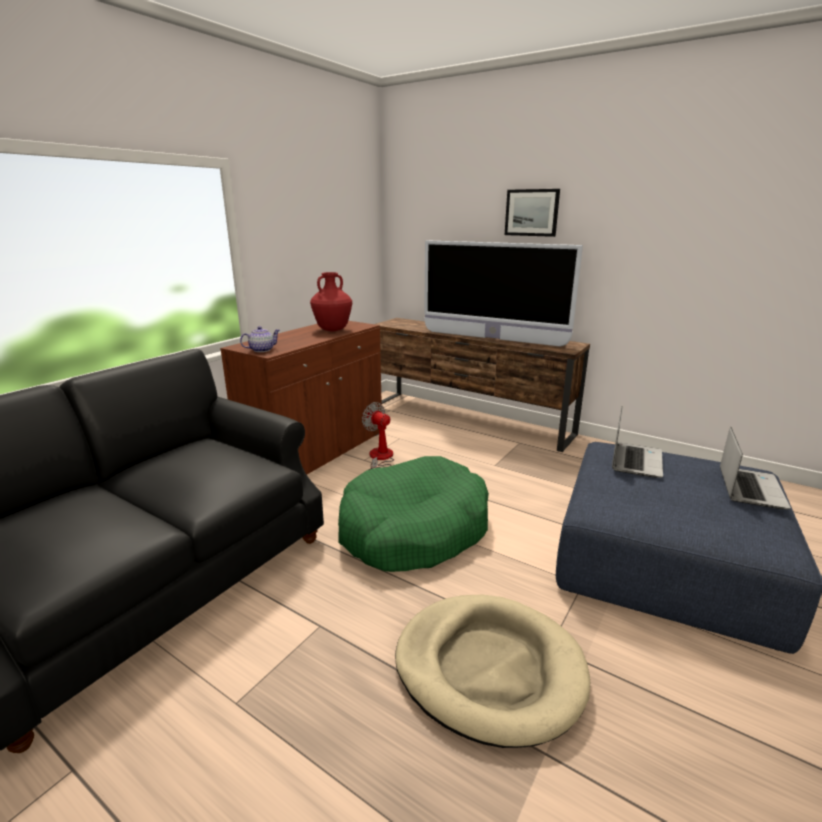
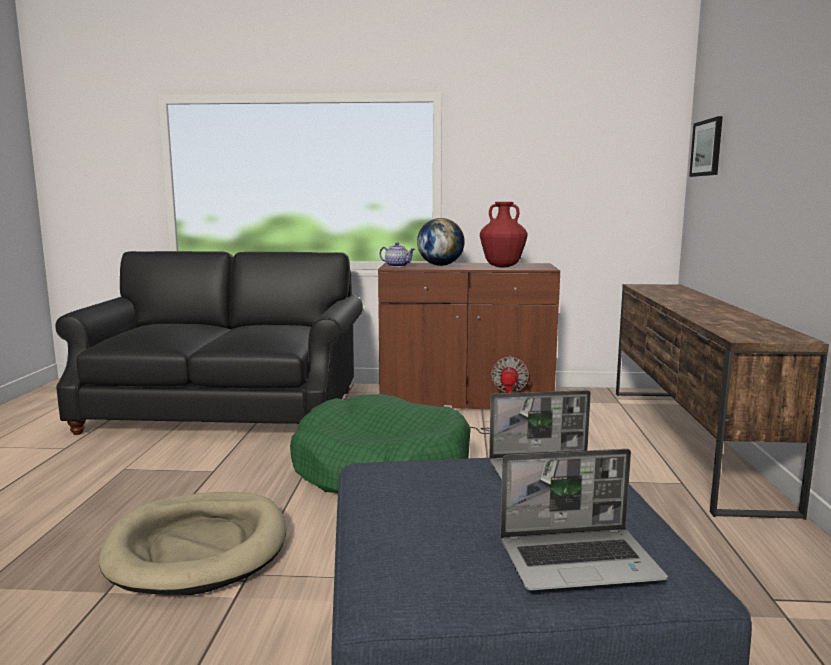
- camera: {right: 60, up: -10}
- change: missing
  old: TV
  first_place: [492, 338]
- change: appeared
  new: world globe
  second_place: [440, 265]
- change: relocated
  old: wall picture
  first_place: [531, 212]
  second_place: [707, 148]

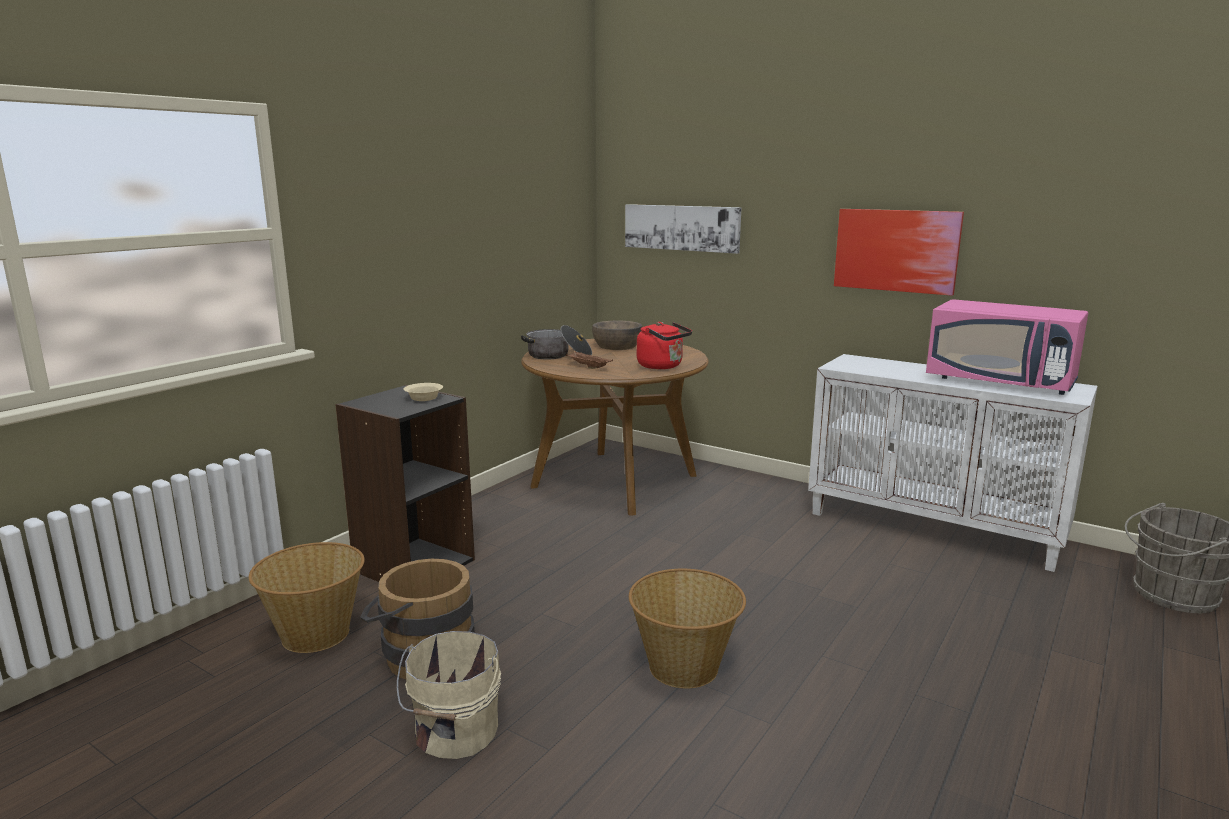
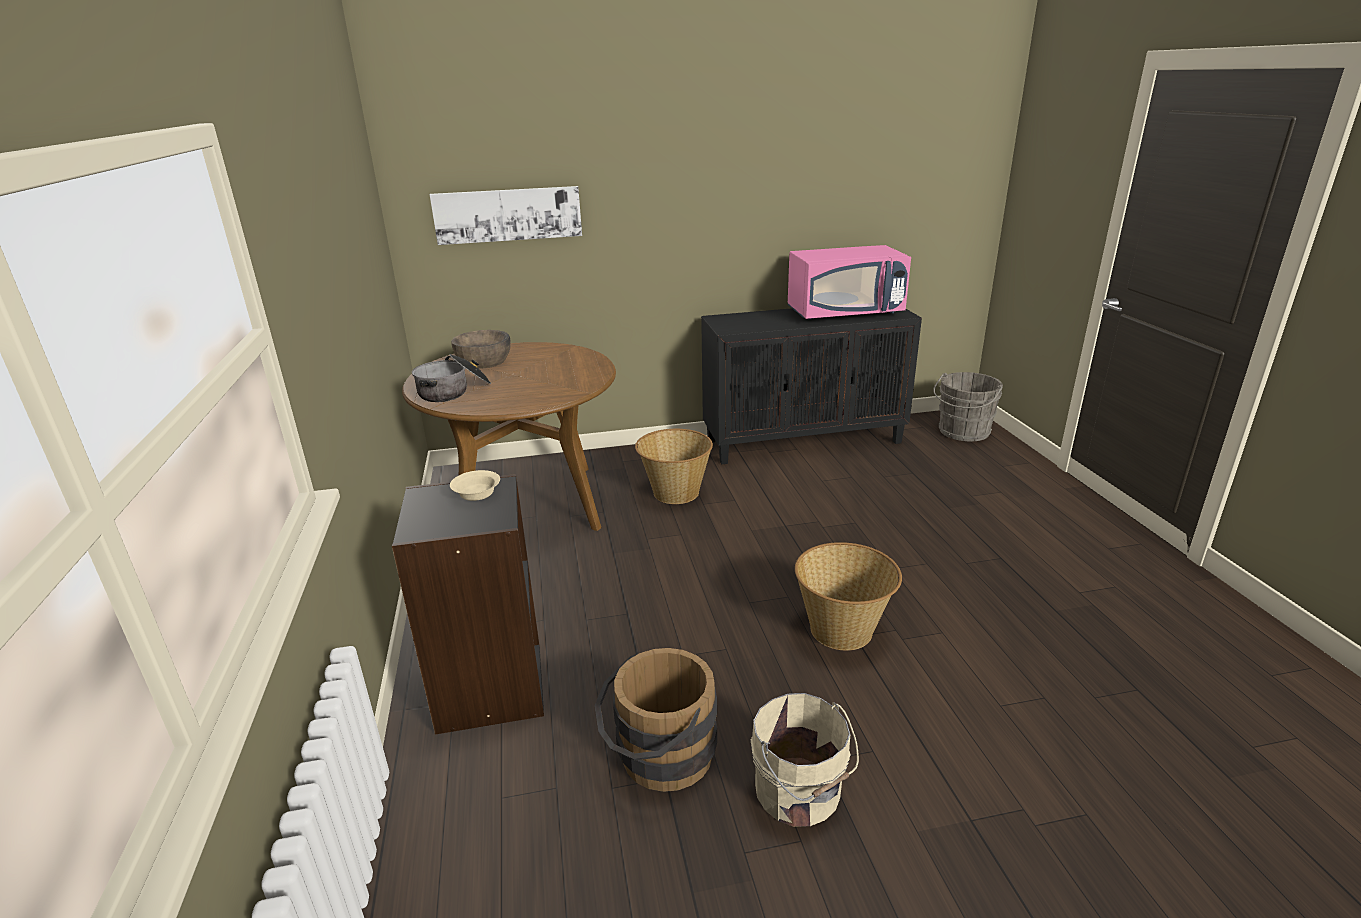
- camera: {right: -45, up: 10}
- change: missing
  old: carrying tray/brown
  first_place: [588, 367]
- change: missing
  old: water kettle/red-coloured
  first_place: [662, 366]
- change: missing
  old: wall picture
  first_place: [896, 250]
- change: relocated
  old: storage basket
  first_place: [316, 633]
  second_place: [675, 492]
- change: colour
  old: storage cabinet/white
  new: storage cabinet/black
  first_place: [934, 528]
  second_place: [804, 441]

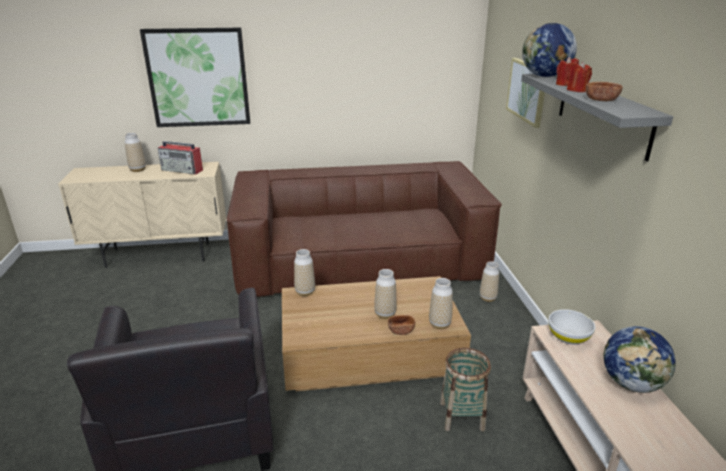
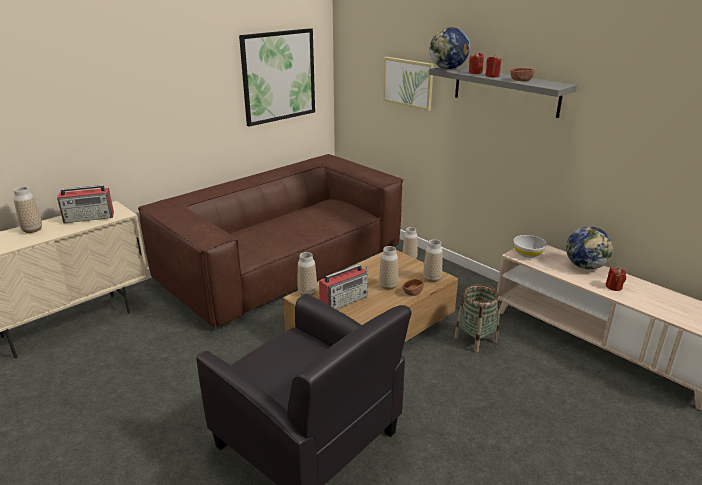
- camera: {right: -35, up: 0}
- change: appeared
  new: radio set
  second_place: [344, 300]
- change: appeared
  new: candle/red-coloured
  second_place: [614, 287]
- change: relocated
  old: wall picture
  first_place: [198, 78]
  second_place: [278, 76]

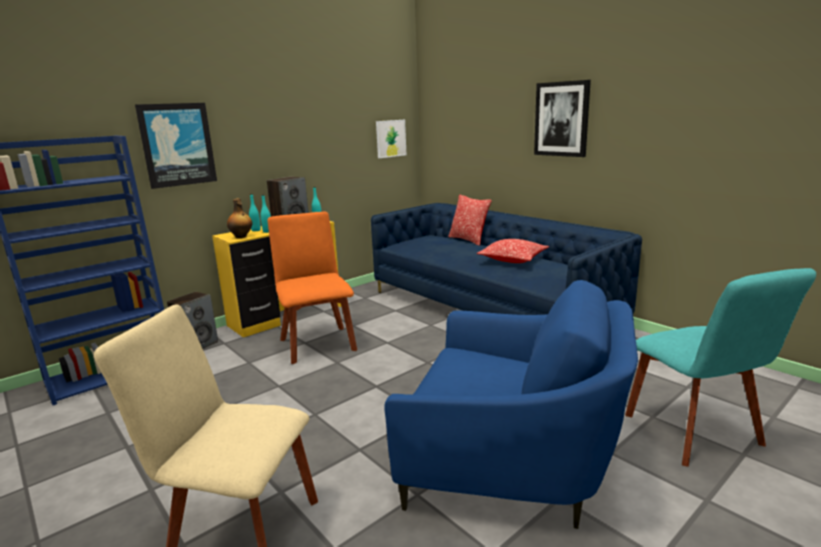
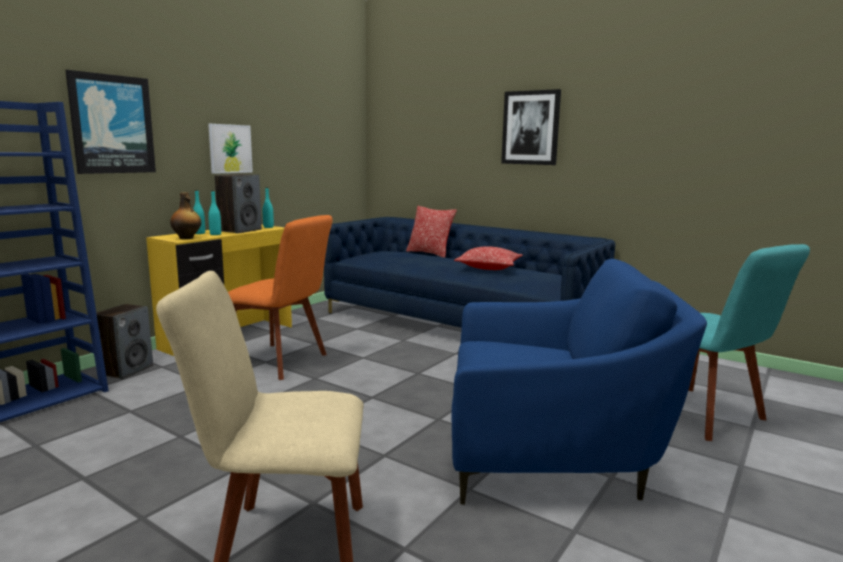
- camera: {right: -15, up: -5}
- change: relocated
  old: wall picture
  first_place: [390, 138]
  second_place: [230, 149]
- change: spun
  old: chair/orange
  first_place: [317, 343]
  second_place: [281, 361]
  degrees: 150

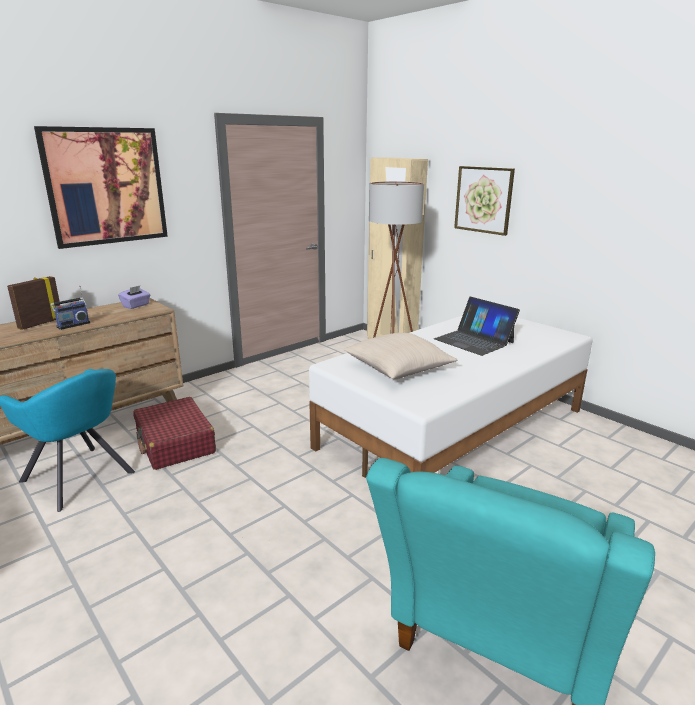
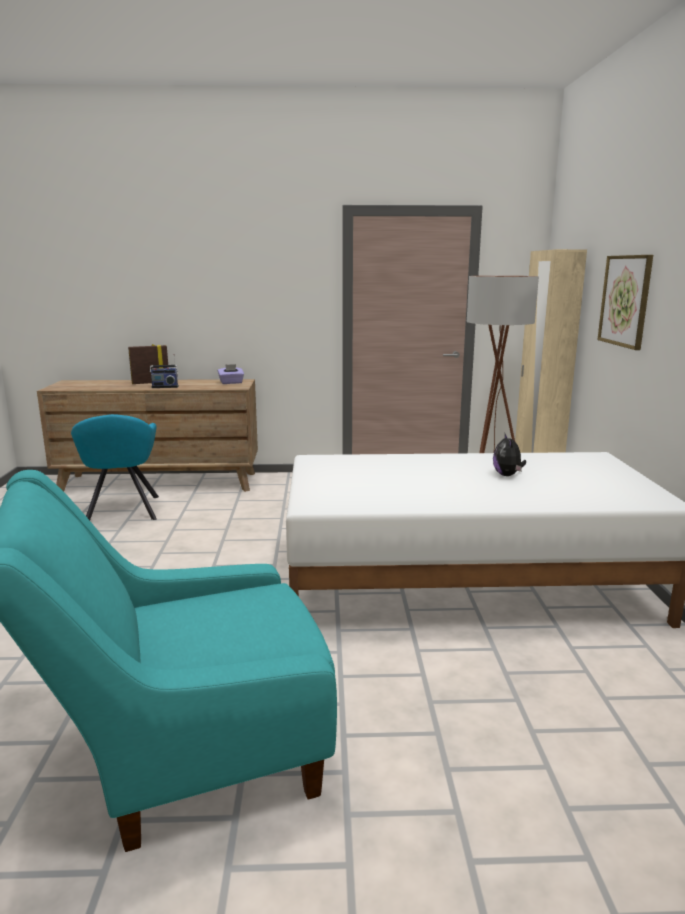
- camera: {right: 40, up: -5}
- change: missing
  old: wall picture
  first_place: [106, 186]
- change: missing
  old: suitcase/red-coloured
  first_place: [175, 443]
- change: missing
  old: throw pillow/beige
  first_place: [398, 369]
- change: exchanged
  old: portable computer
  new: soft toy
  first_place: [474, 341]
  second_place: [507, 475]

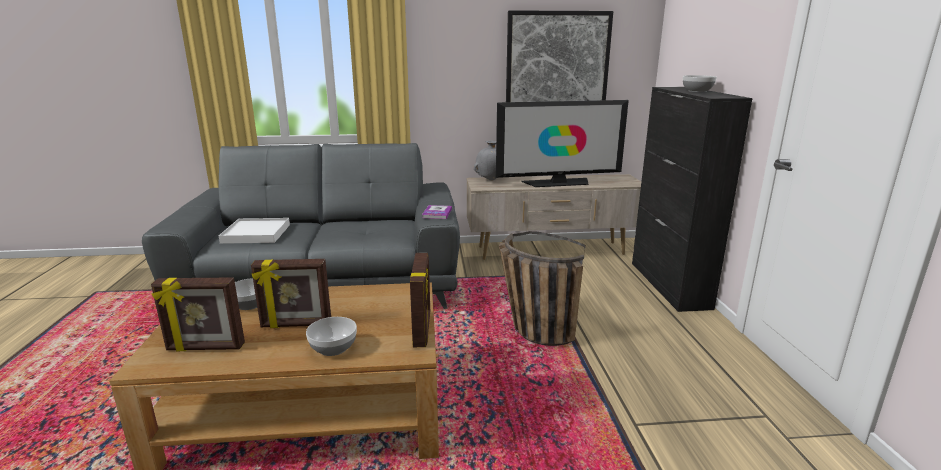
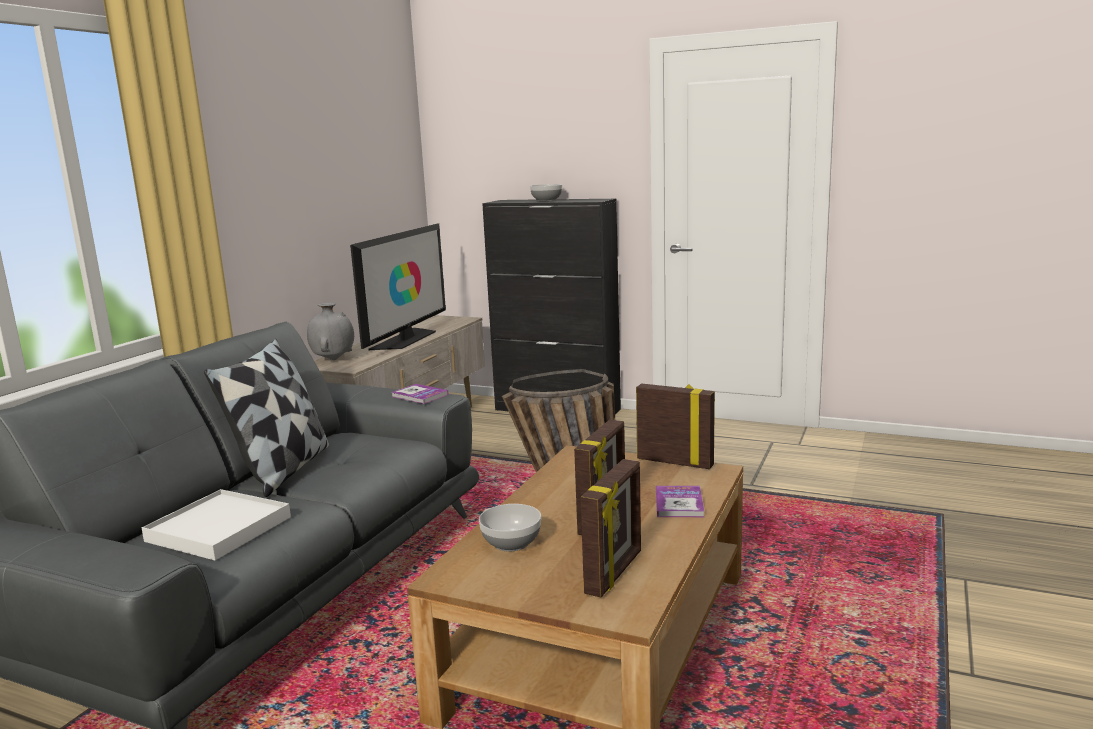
- camera: {right: -60, up: -5}
- change: missing
  old: wall picture
  first_place: [557, 66]
- change: appeared
  new: throw pillow
  second_place: [283, 470]
- change: exchanged
  old: bowl
  new: book
  first_place: [334, 348]
  second_place: [679, 503]

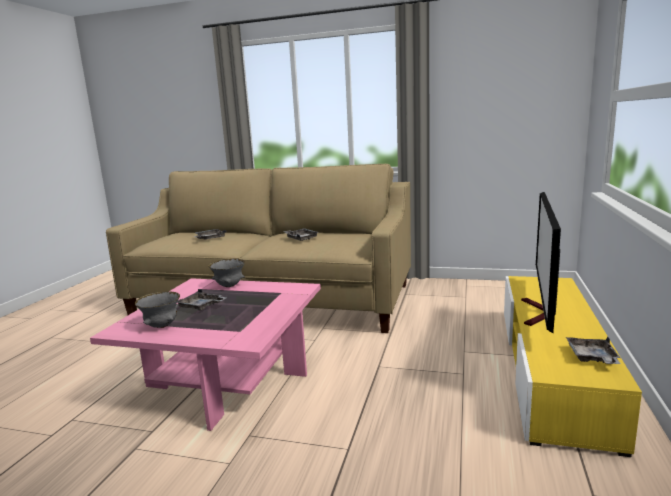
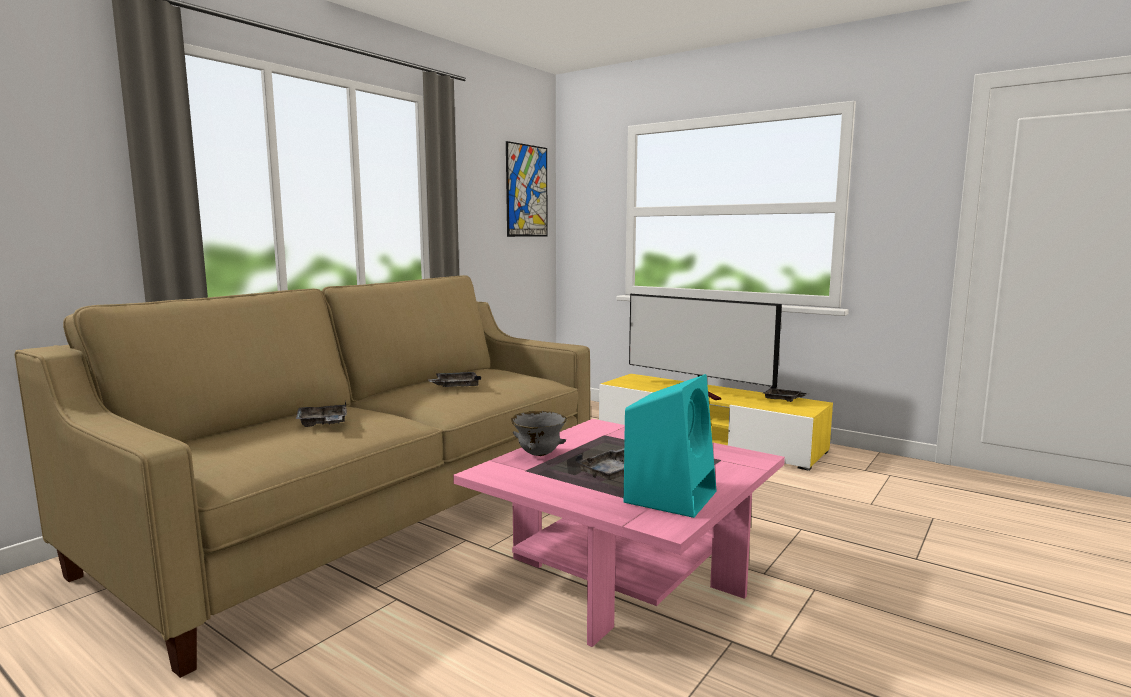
- camera: {right: -70, up: -5}
- change: appeared
  new: wall picture
  second_place: [526, 191]
- change: exchanged
  old: bowl/gray
  new: loudspeaker/turquoise-coloured
  first_place: [162, 326]
  second_place: [671, 496]

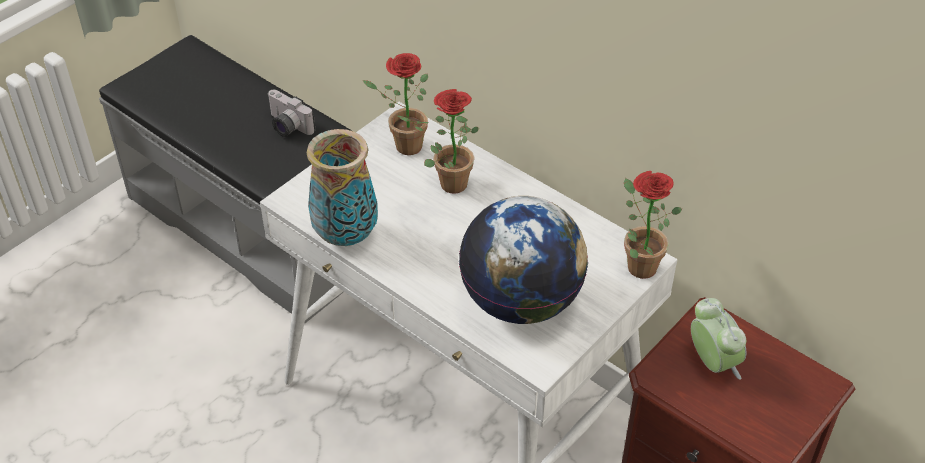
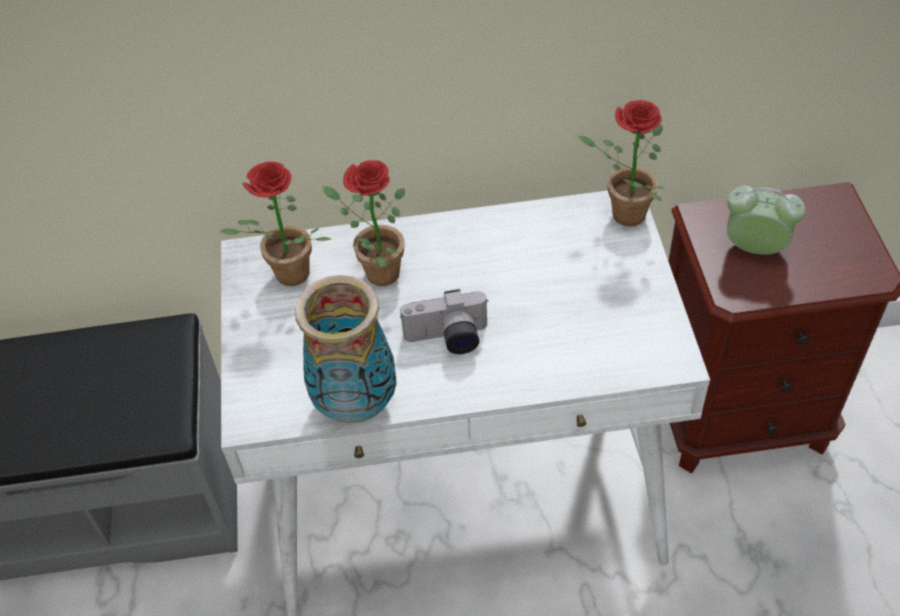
- camera: {right: -45, up: 5}
- change: missing
  old: world globe
  first_place: [521, 302]
- change: relocated
  old: still camera
  first_place: [287, 127]
  second_place: [448, 339]

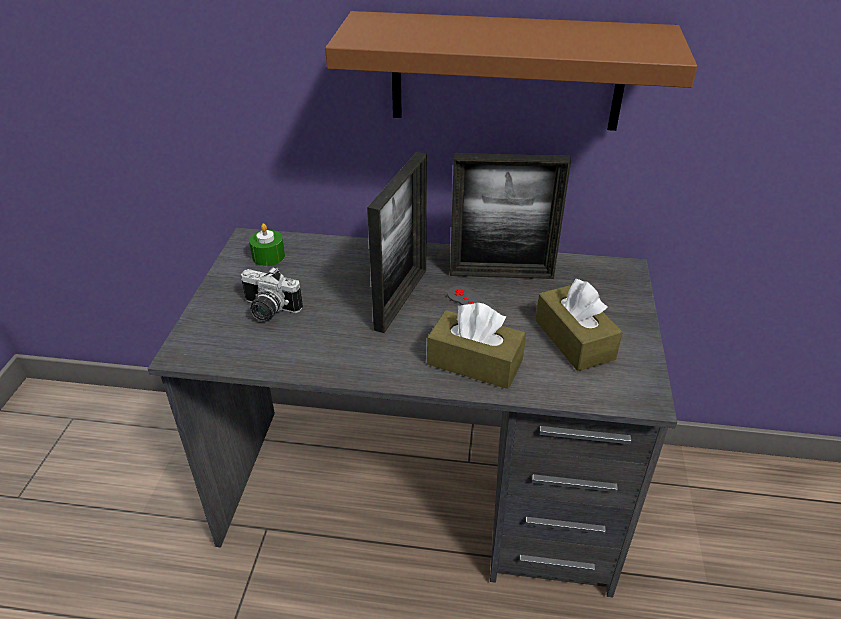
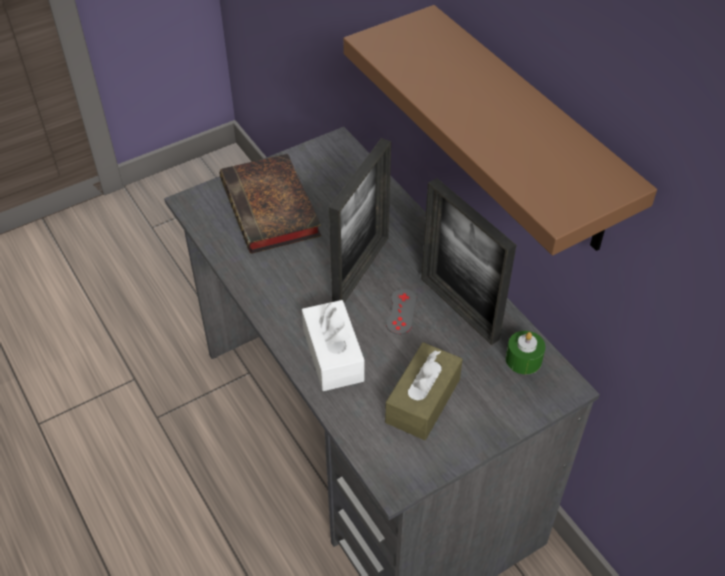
- camera: {right: 50, up: 10}
- change: relocated
  old: candle/green-coloured
  first_place: [268, 256]
  second_place: [523, 359]
- change: exchanged
  old: still camera
  new: book
  first_place: [268, 311]
  second_place: [272, 210]
- change: colour
  old: tissue box/brown
  new: tissue box/white
  first_place: [475, 362]
  second_place: [333, 355]
- change: spun
  old: standing frame
  first_place: [401, 299]
  second_place: [361, 269]
  degrees: -45

